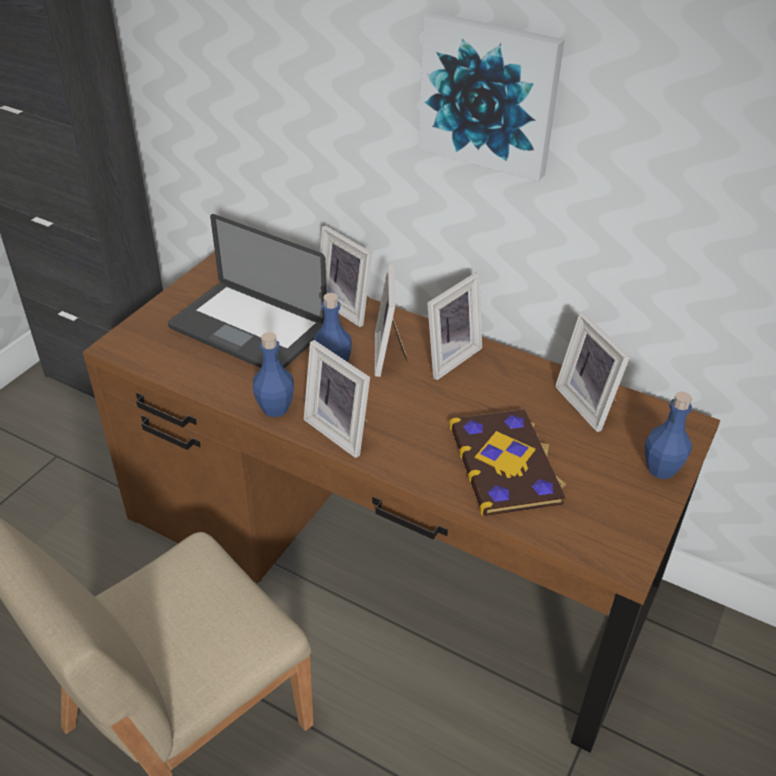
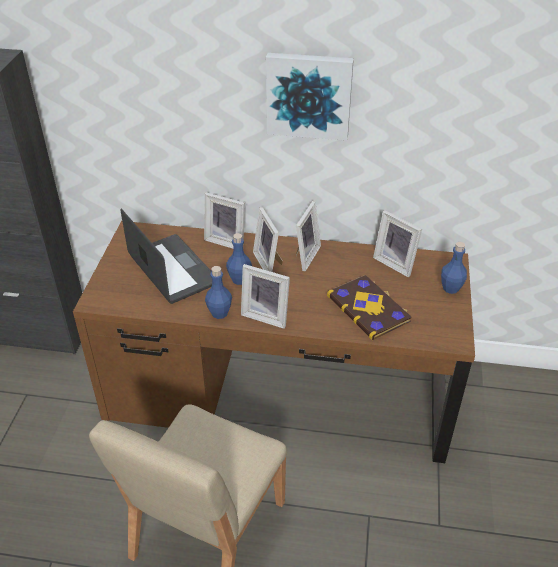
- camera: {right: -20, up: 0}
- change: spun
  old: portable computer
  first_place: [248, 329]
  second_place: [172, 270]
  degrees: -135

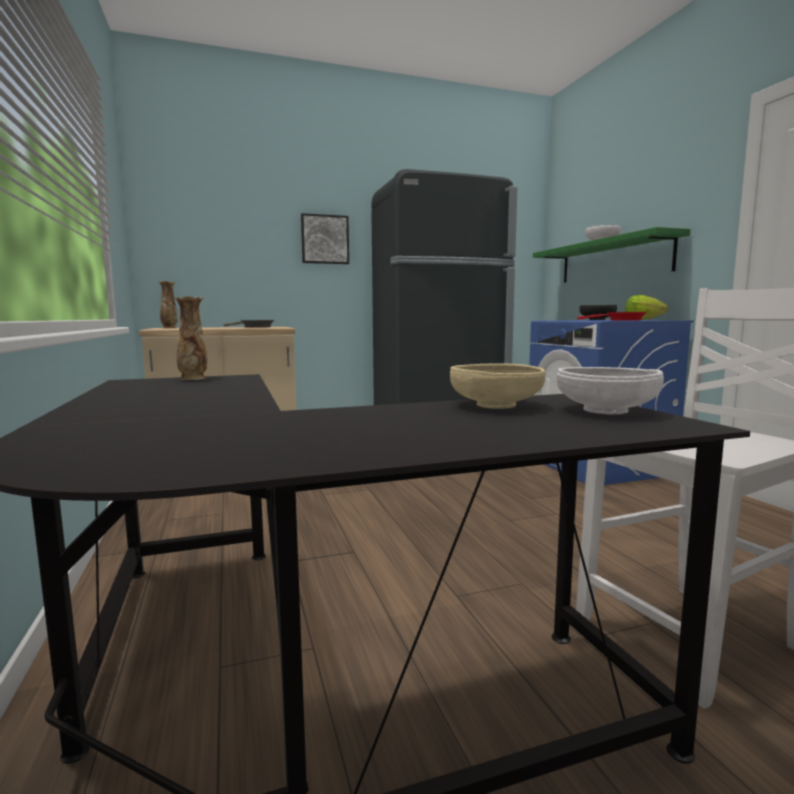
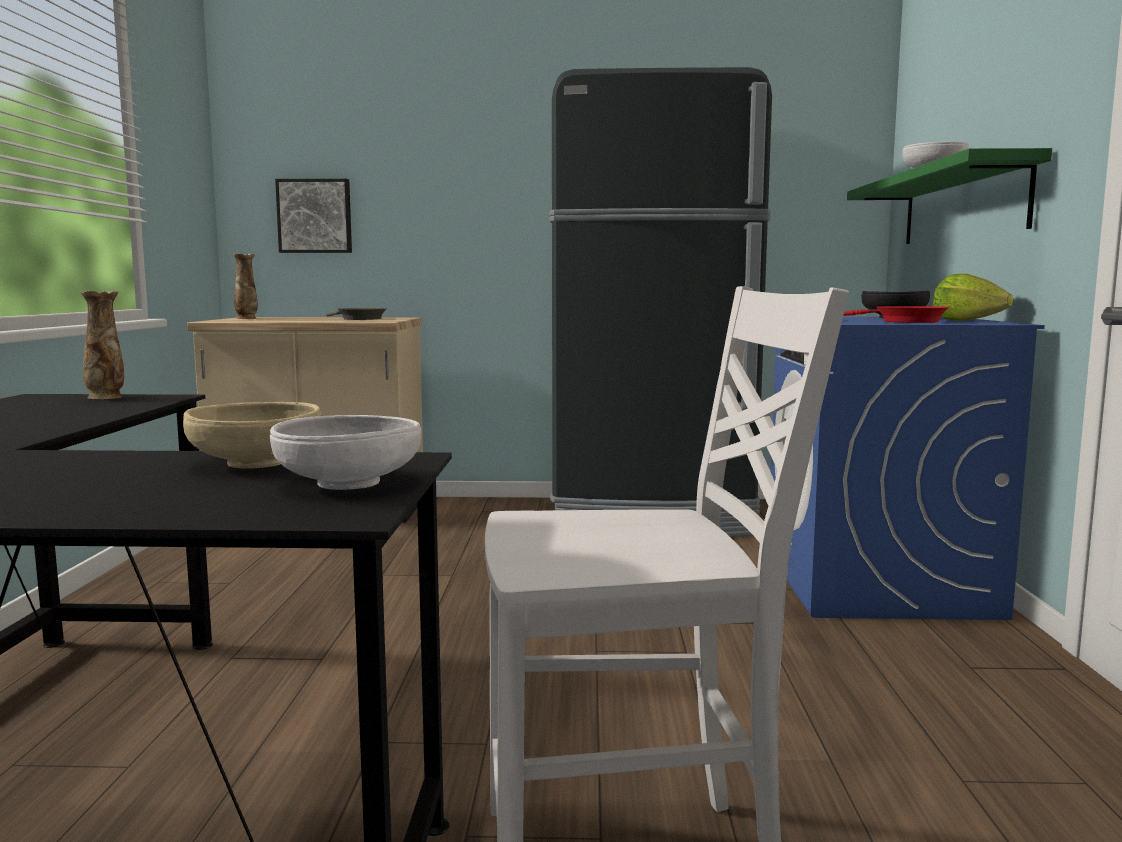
- camera: {right: 20, up: 0}
- change: relocated
  old: wall picture
  first_place: [324, 239]
  second_place: [315, 216]

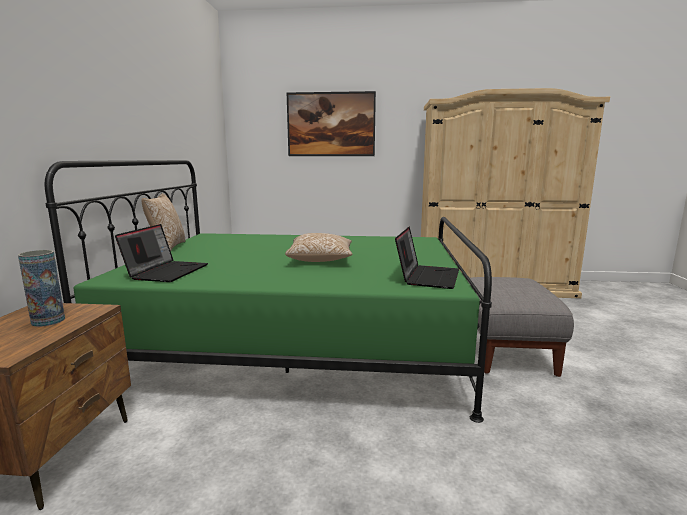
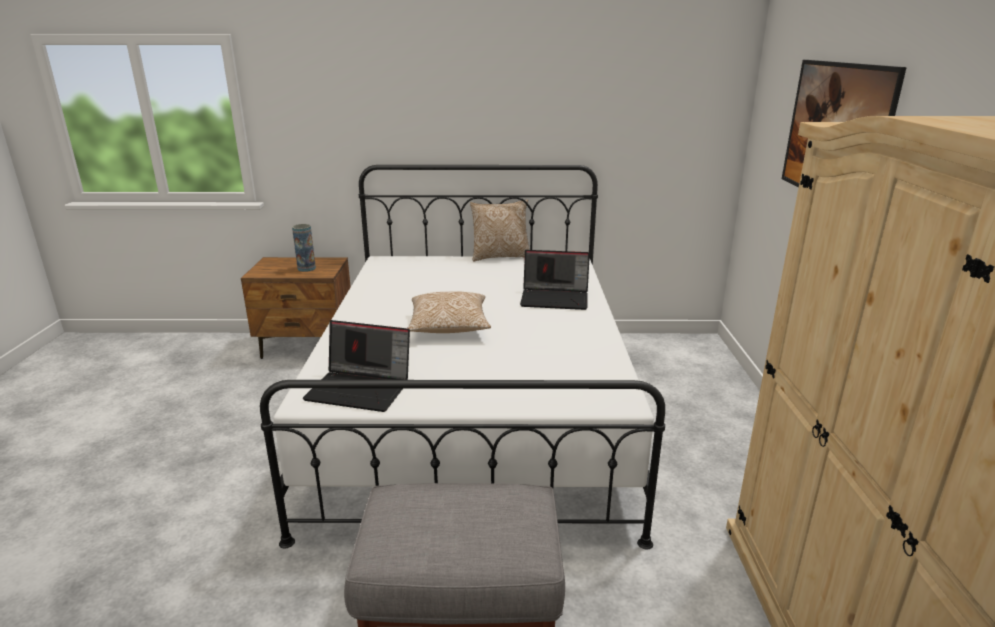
- camera: {right: 85, up: 10}
- change: relocated
  old: portable computer
  first_place: [167, 272]
  second_place: [555, 298]
- change: colour
  old: bed/green-coloured
  new: bed/white
  first_place: [300, 342]
  second_place: [474, 413]

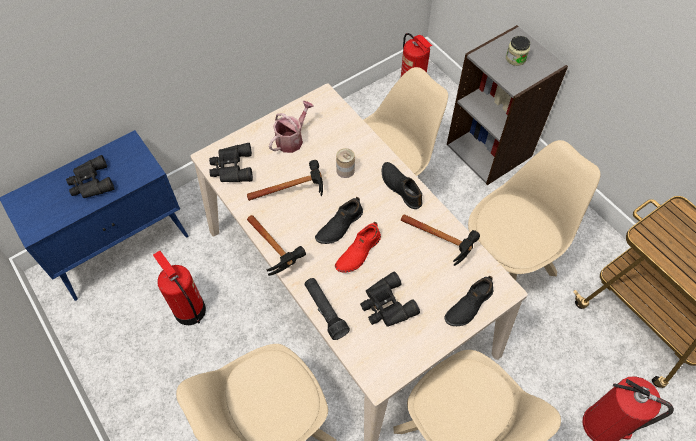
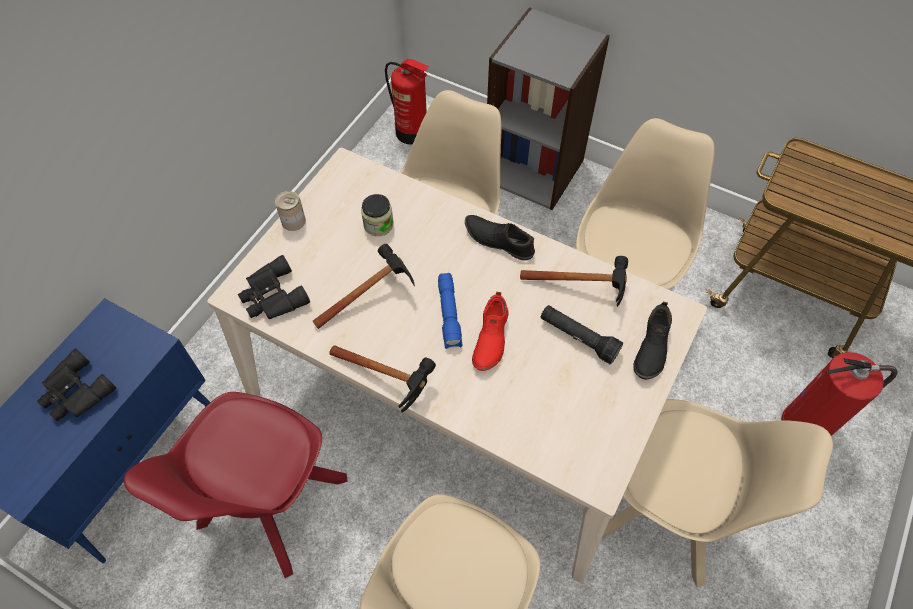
- camera: {right: -25, up: 0}
- change: missing
  old: watering can
  first_place: [292, 139]
- change: missing
  old: pair of binoculars/black
  first_place: [386, 306]
- change: relocated
  old: torch/black
  first_place: [325, 311]
  second_place: [578, 338]
- change: relocated
  old: can
  first_place: [345, 170]
  second_place: [293, 221]
- change: relocated
  old: jar
  first_place: [515, 58]
  second_place: [378, 225]
- change: exchanged
  old: fire extinguisher
  new: chair/red-coloured
  first_place: [189, 310]
  second_place: [270, 505]
- change: exchanged
  old: item of footwear/black
  new: torch/blue-coloured
  first_place: [339, 226]
  second_place: [450, 315]

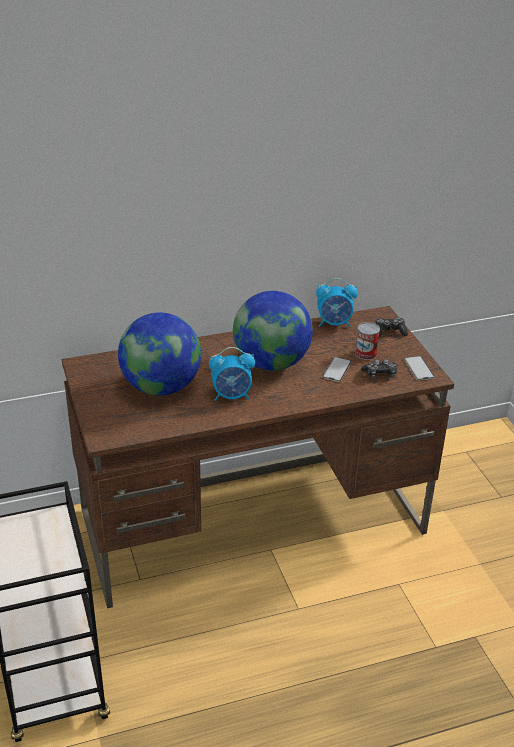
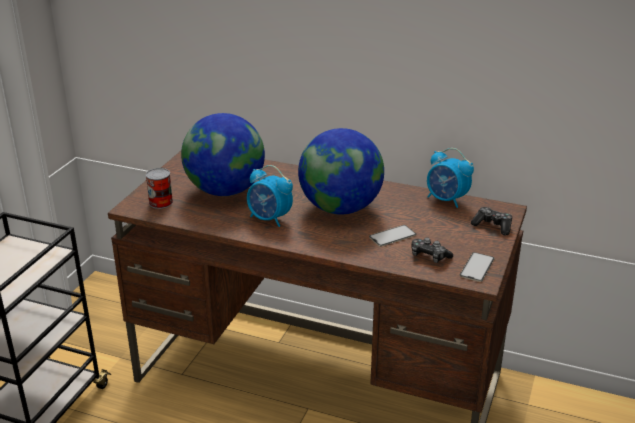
- camera: {right: 40, up: -5}
- change: relocated
  old: can
  first_place: [366, 353]
  second_place: [161, 202]

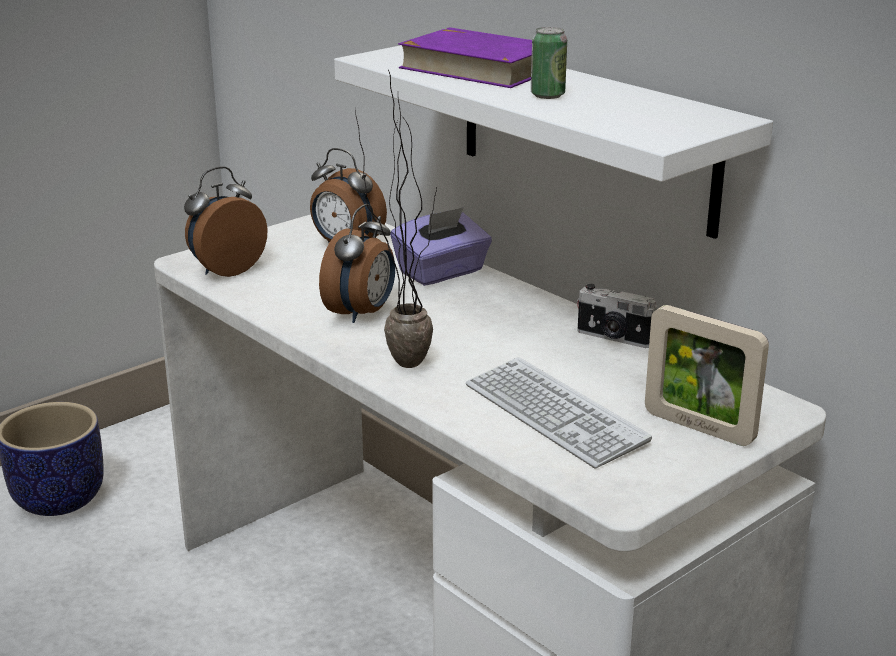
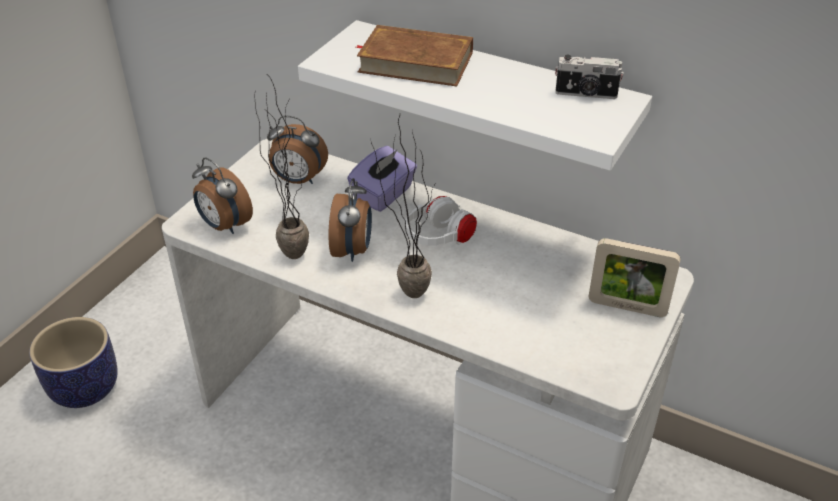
- camera: {right: -20, up: 15}
- change: missing
  old: PC keyboard
  first_place: [554, 414]
- change: missing
  old: can
  first_place: [547, 95]
- change: appeared
  new: plant in a pot
  second_place: [293, 248]
- change: appeared
  new: headset/white
  second_place: [439, 239]
- change: relocated
  old: still camera
  first_place: [614, 338]
  second_place: [586, 94]
- change: colour
  old: book/purple-coloured
  new: book/brown
  first_place: [478, 68]
  second_place: [415, 62]
- change: spun
  old: table clock
  first_place: [225, 269]
  second_place: [224, 226]
  degrees: -75

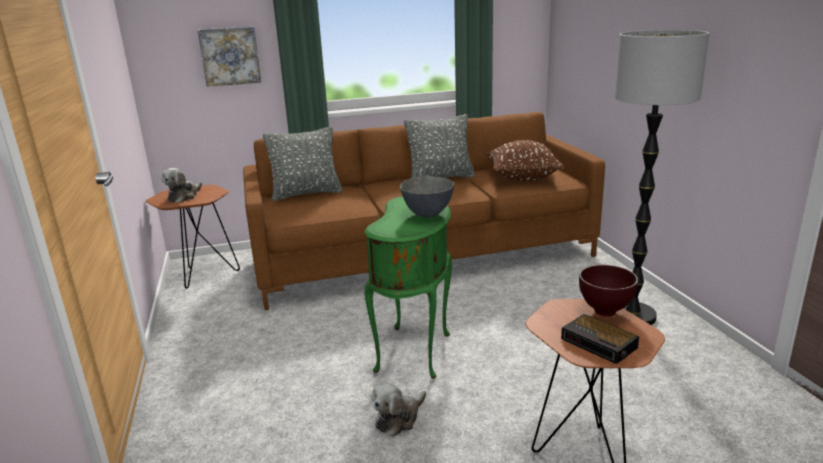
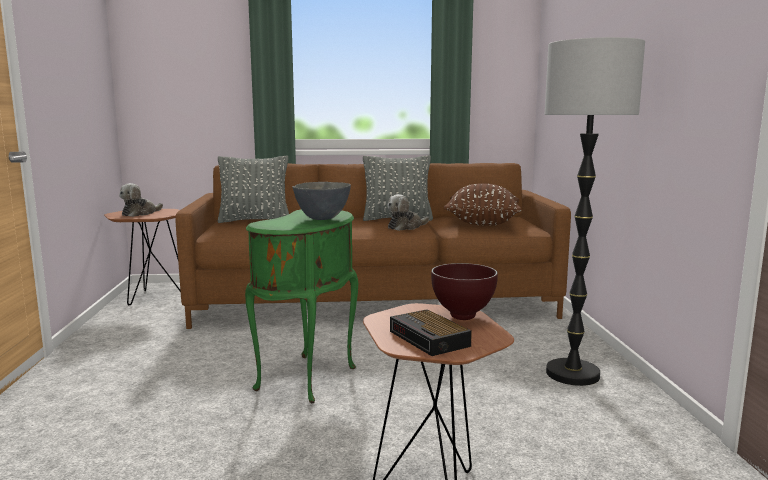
- camera: {right: 10, up: -10}
- change: missing
  old: wall picture
  first_place: [230, 56]
- change: relocated
  old: soft toy
  first_place: [399, 418]
  second_place: [406, 227]

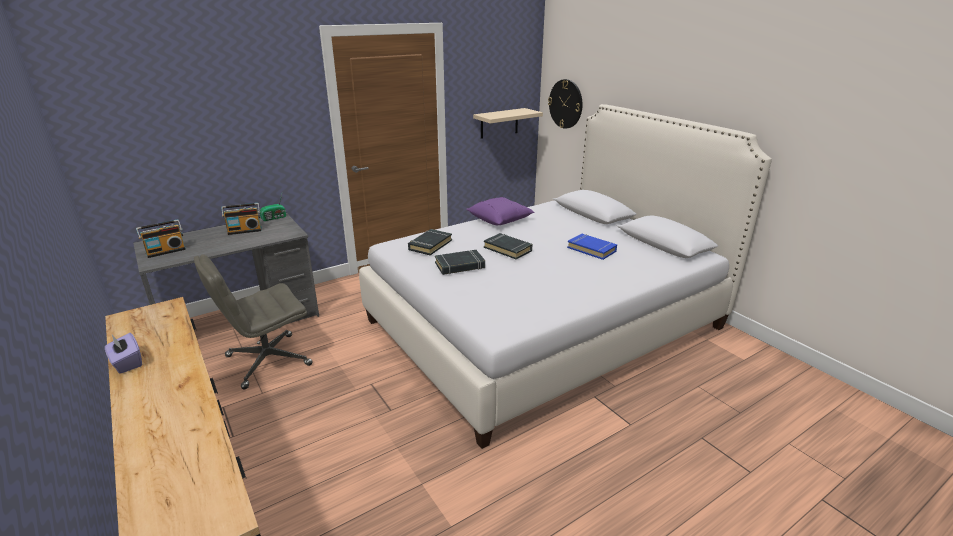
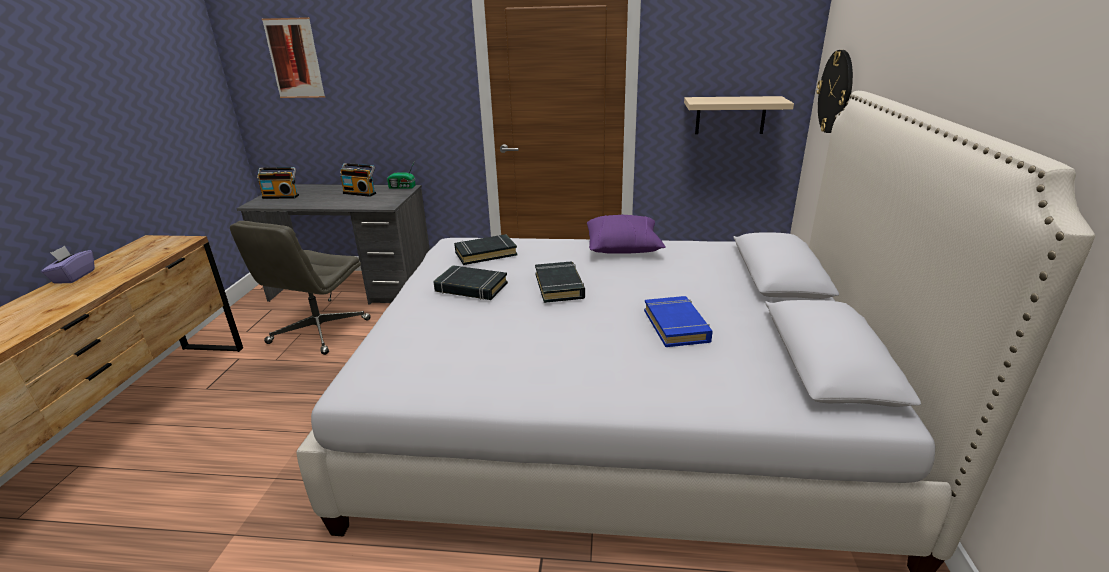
- camera: {right: 40, up: 0}
- change: appeared
  new: wall picture
  second_place: [294, 58]
- change: spun
  old: computer chair/gray
  first_place: [267, 361]
  second_place: [319, 332]
  degrees: -75

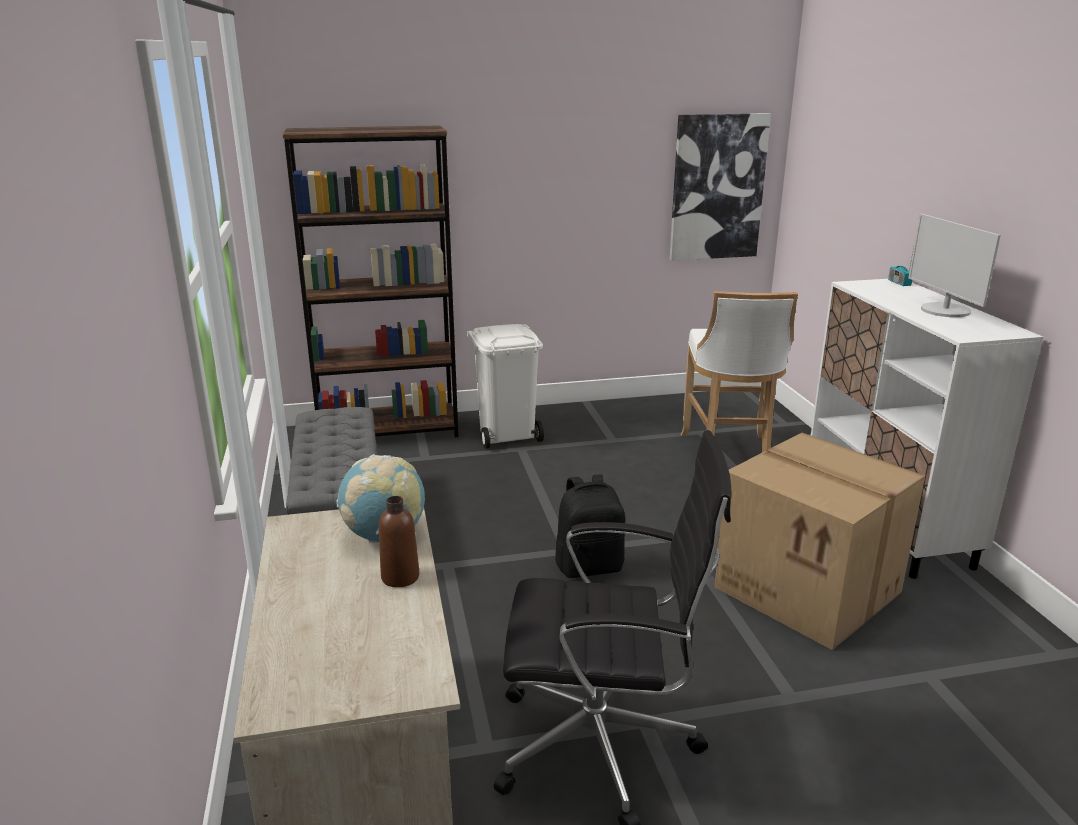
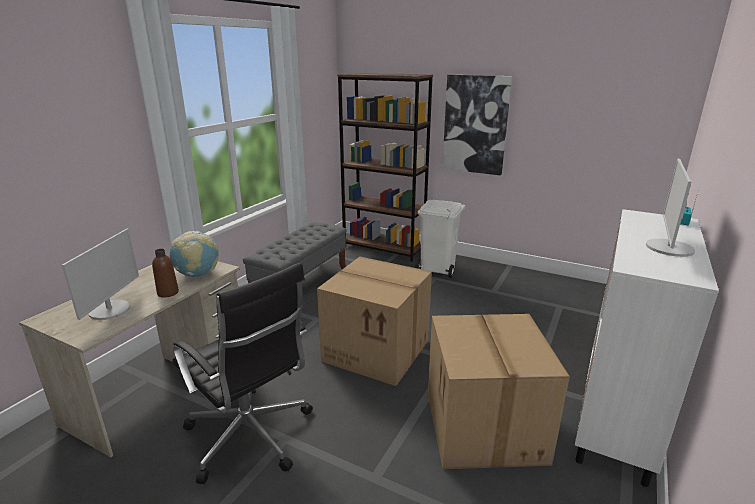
- camera: {right: 40, up: 0}
- change: missing
  old: stool seat/white
  first_place: [728, 456]
- change: appeared
  new: computer display
  second_place: [110, 310]
- change: relocated
  old: wall picture
  first_place: [717, 187]
  second_place: [475, 125]
- change: exchanged
  old: rucksack/black
  new: cardboard box
  first_place: [589, 566]
  second_place: [378, 350]

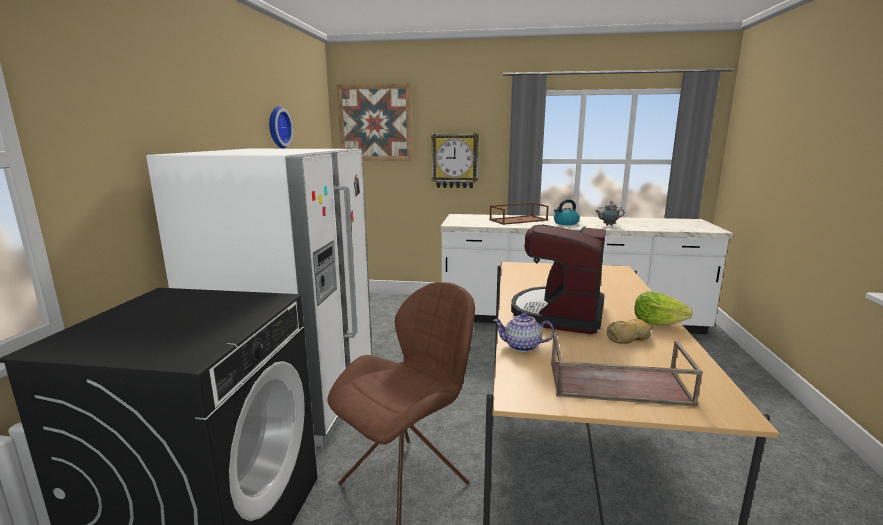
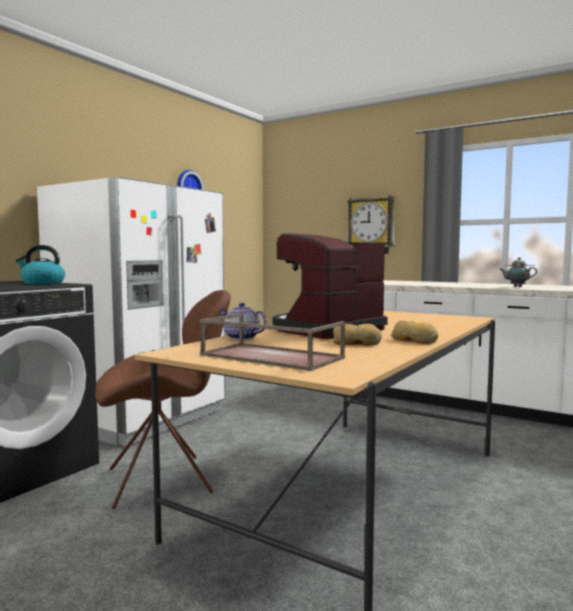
- camera: {right: 25, up: -10}
- change: missing
  old: wall picture
  first_place: [375, 123]
- change: missing
  old: carrying tray/brown
  first_place: [518, 220]
- change: relocated
  old: water kettle
  first_place: [565, 223]
  second_place: [42, 283]
- change: exchanged
  old: lettuce head
  new: bread
  first_place: [657, 323]
  second_place: [414, 340]

